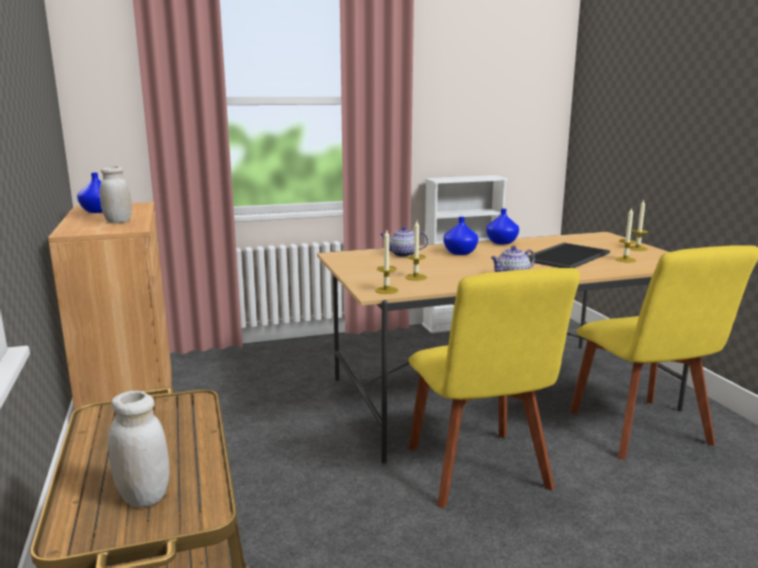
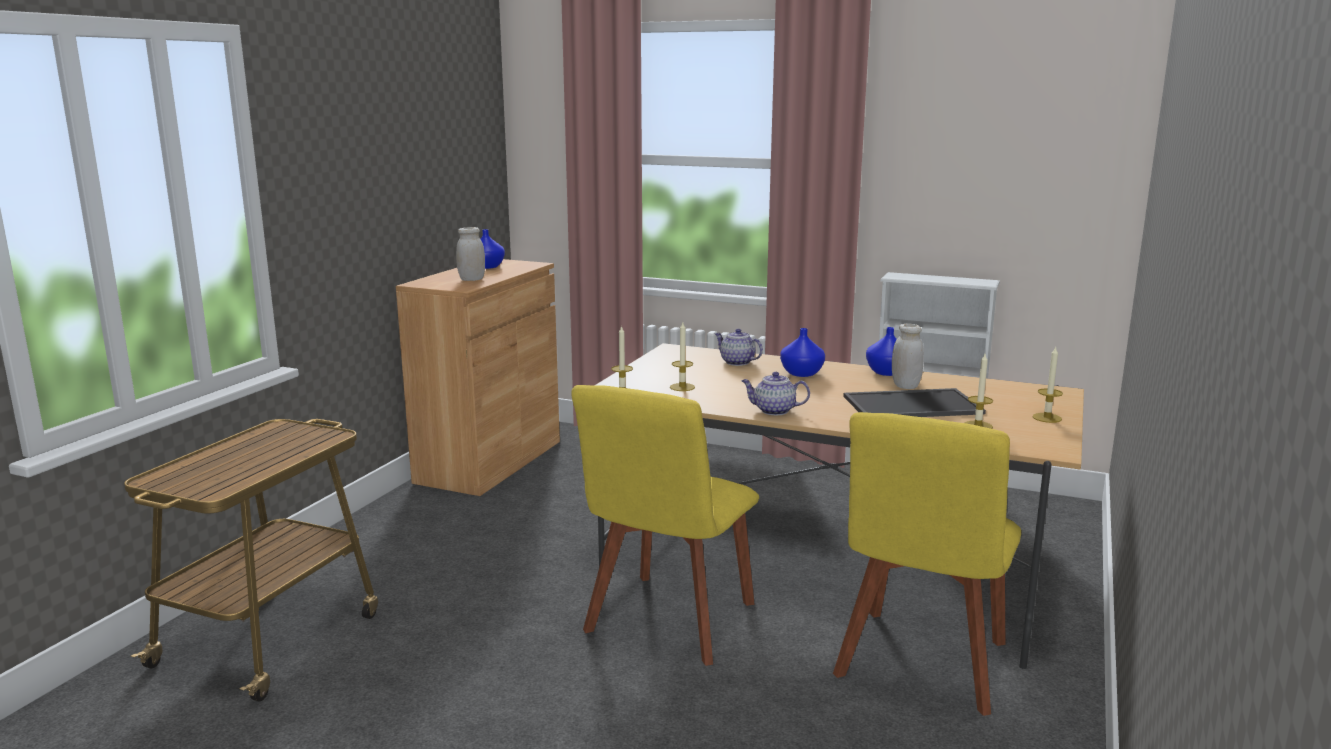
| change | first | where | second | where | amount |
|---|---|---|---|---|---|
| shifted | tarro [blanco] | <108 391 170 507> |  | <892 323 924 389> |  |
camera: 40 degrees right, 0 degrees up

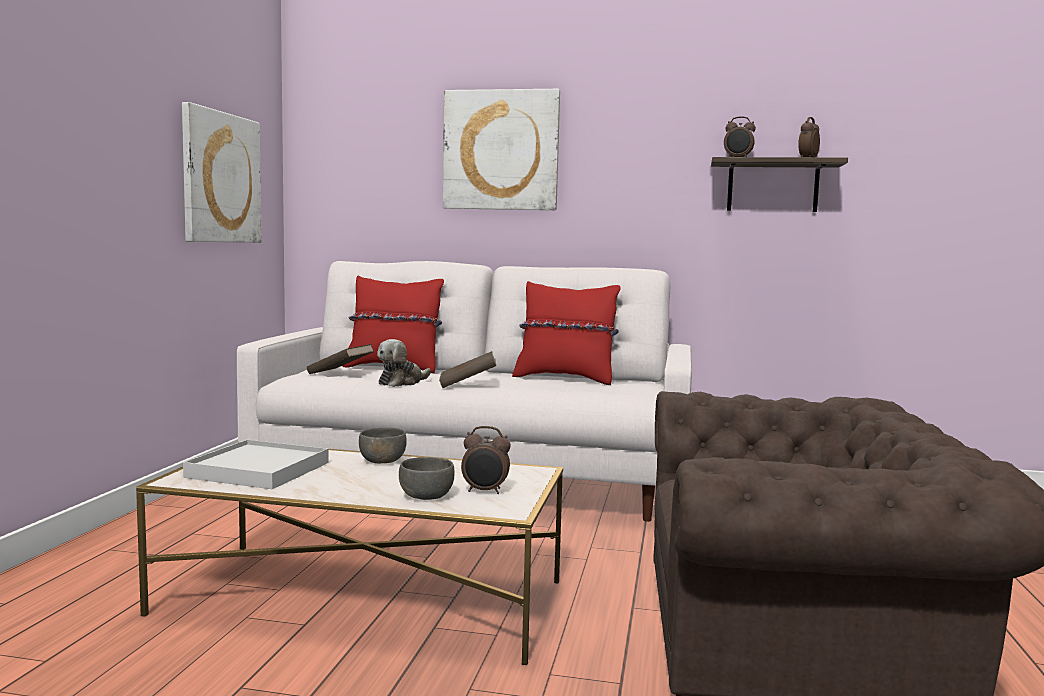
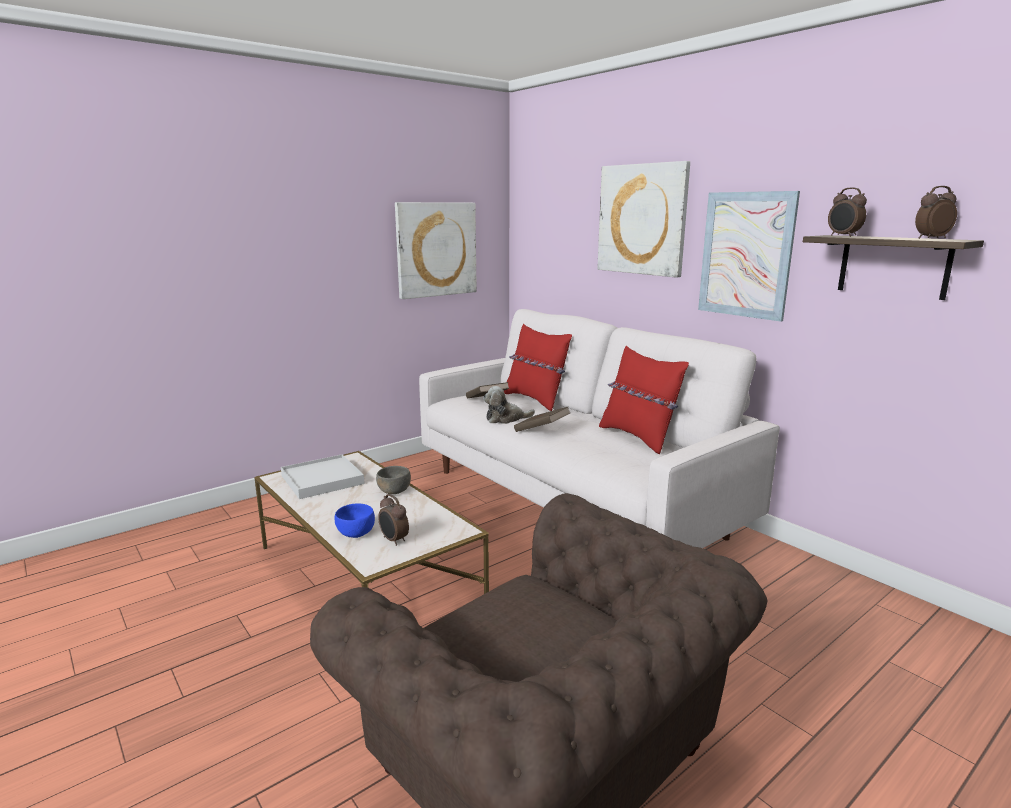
| change | first | where | second | where | amount |
|---|---|---|---|---|---|
| new |  |  | cuadro | <698 191 800 322> |  |
| repainted | cuenco [gris] | <399 457 454 500> | cuenco [azul] | <335 504 375 538> |  |
camera: 40 degrees right, 10 degrees up

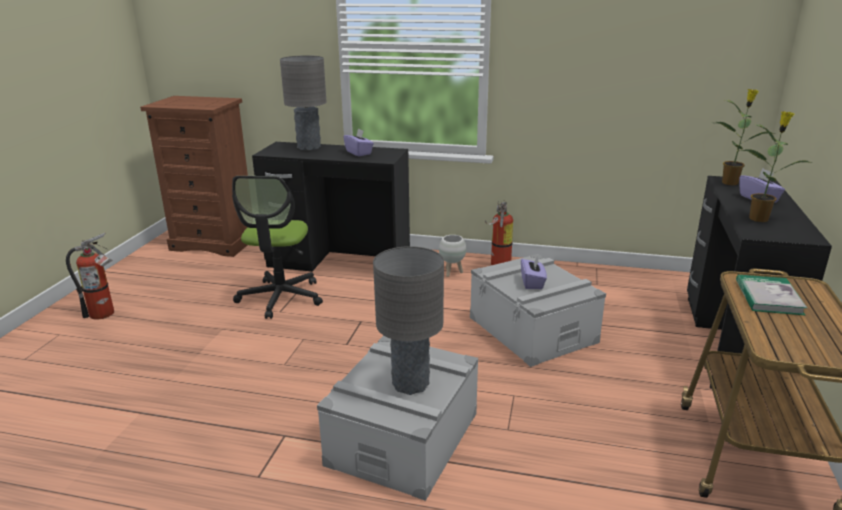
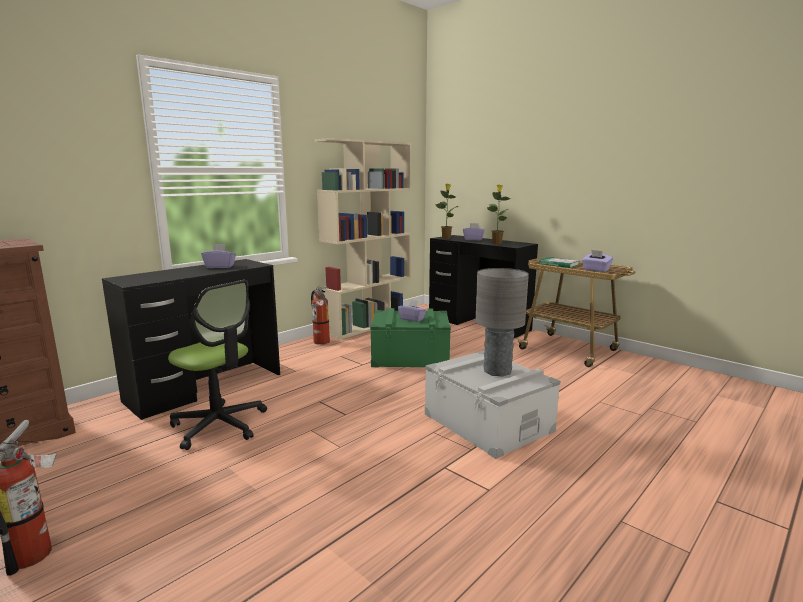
| change | first | where | second | where | amount |
|---|---|---|---|---|---|
| gone | lámpara de mesa [gris] | <280 55 326 151> |  |  |  |
| gone | maceta [blanco] | <439 235 466 277> |  |  |  |
| new |  |  | estantería [beis] | <315 138 411 340> |  |
| new |  |  | caja de pañuelos [morado] | <582 250 613 272> |  |
| repainted | caja de almacenaje [gris] | <470 254 606 367> | caja de almacenaje [verde] | <370 308 451 367> |  |
camera: 60 degrees left, 10 degrees down

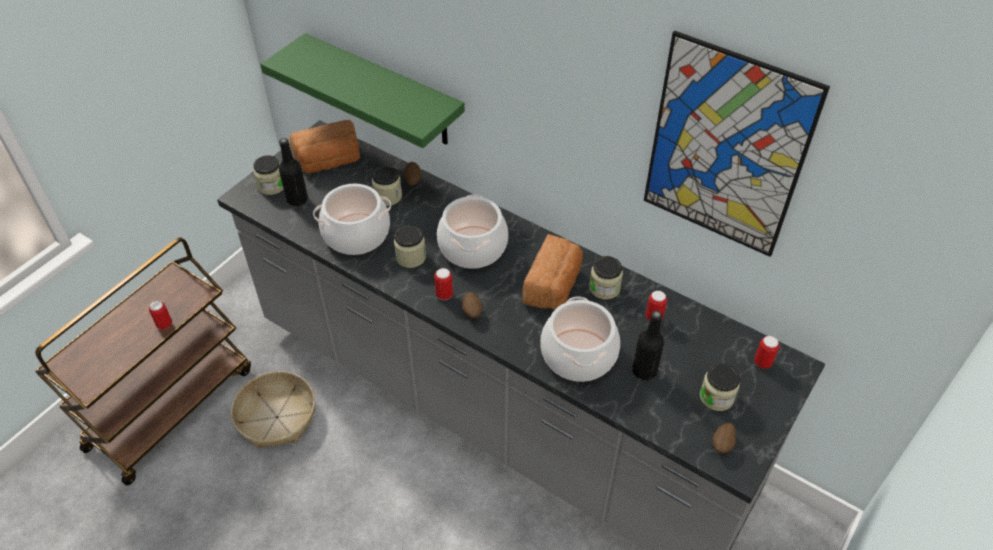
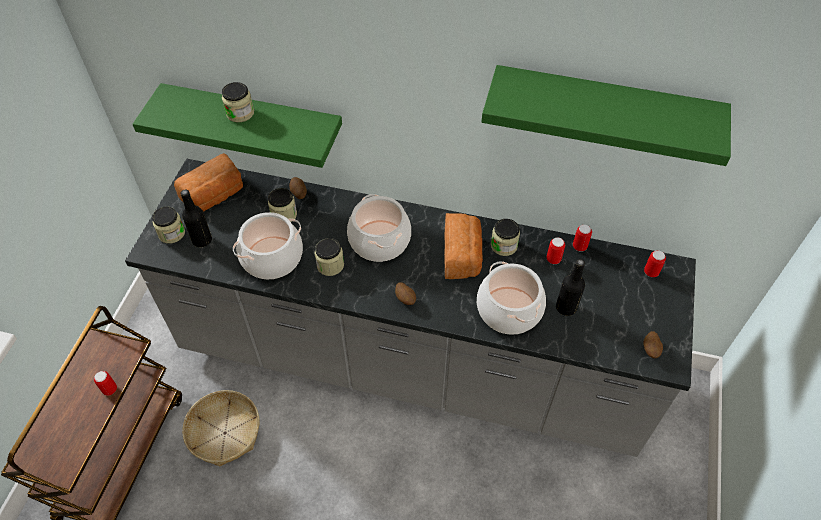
| change | first | where | second | where | amount |
|---|---|---|---|---|---|
| shifted | lata | <434 268 453 300> |  | <573 225 592 252> |  |
| shifted | tarro | <700 364 740 411> |  | <222 82 254 122> |  |
| swapped | cuadro | <644 31 830 257> | estante [verde] | <481 65 731 166> |  |
camera: 20 degrees left, 5 degrees up

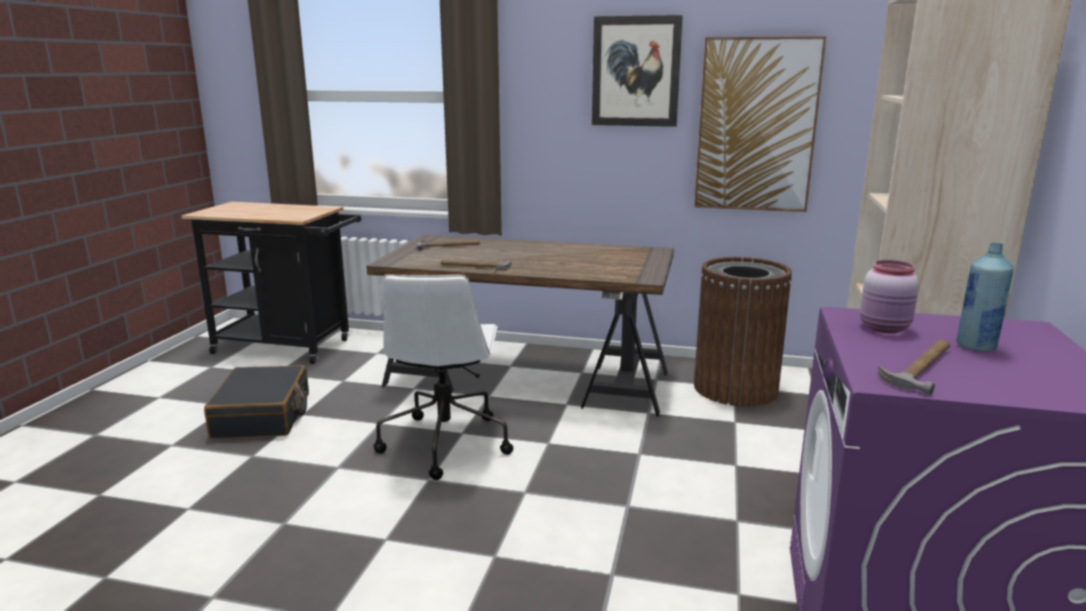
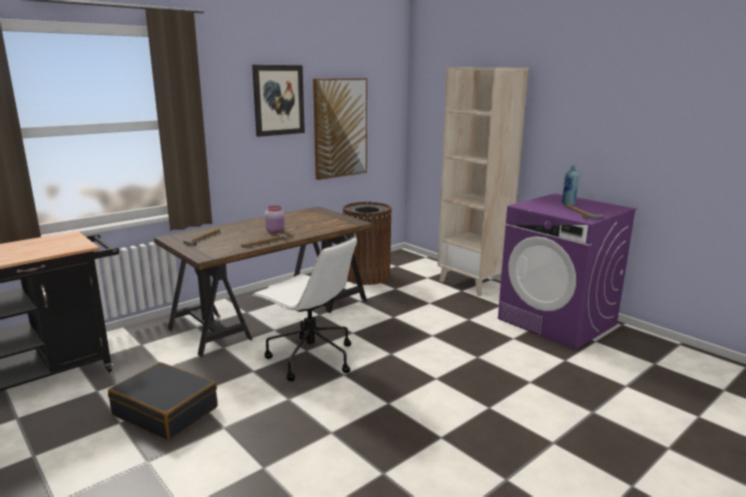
| change | first | where | second | where | amount |
|---|---|---|---|---|---|
| shifted | tarro [rosa] | <860 260 919 333> |  | <265 205 285 234> |  |
camera: 55 degrees left, 0 degrees up

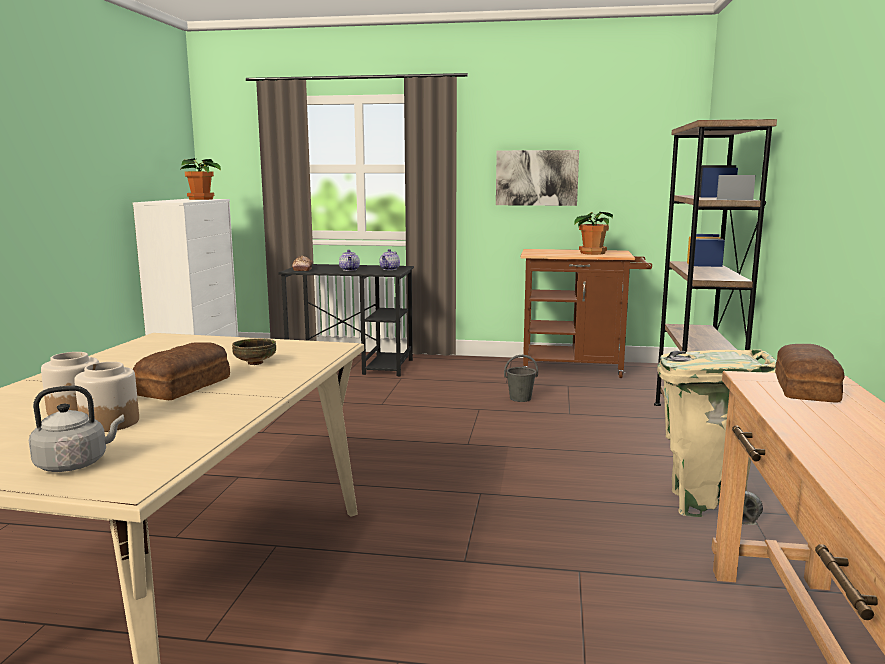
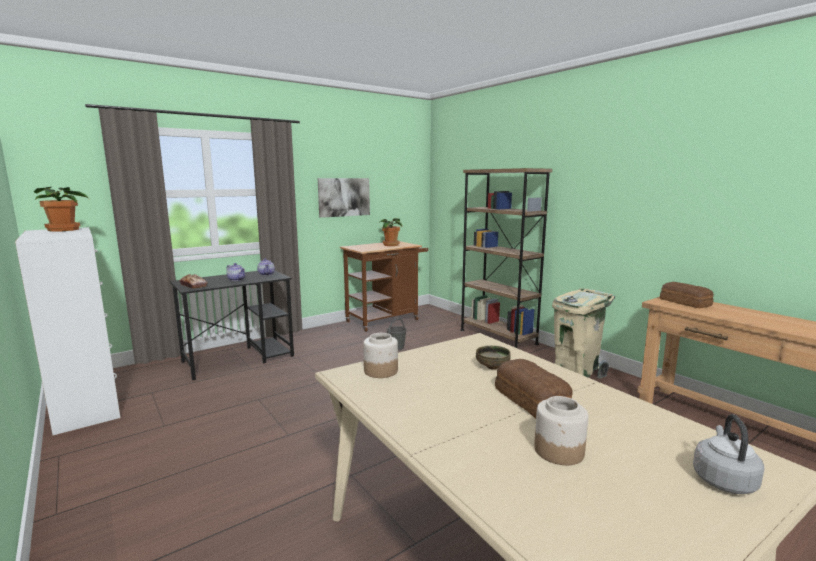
| change | first | where | second | where | amount |
|---|---|---|---|---|---|
| shifted | tarro | <74 362 139 432> |  | <363 333 398 378> |  |
camera: 45 degrees left, 0 degrees up

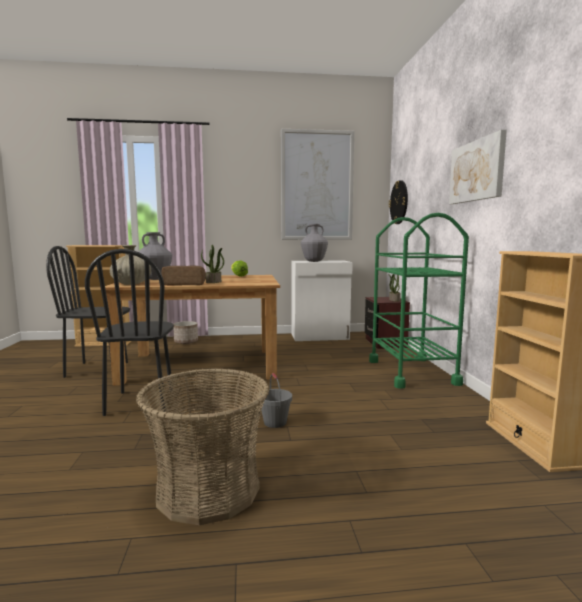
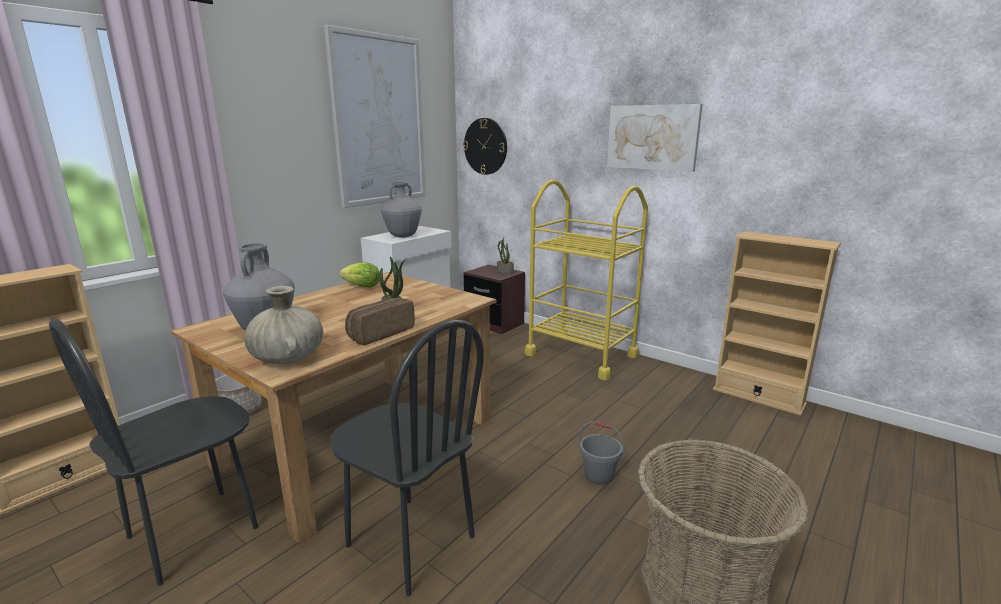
| change | first | where | second | where | amount |
|---|---|---|---|---|---|
| repainted | carrito [verde] | <369 213 469 389> | carrito [amarillo] | <525 180 648 380> |  |
camera: 45 degrees left, 10 degrees up

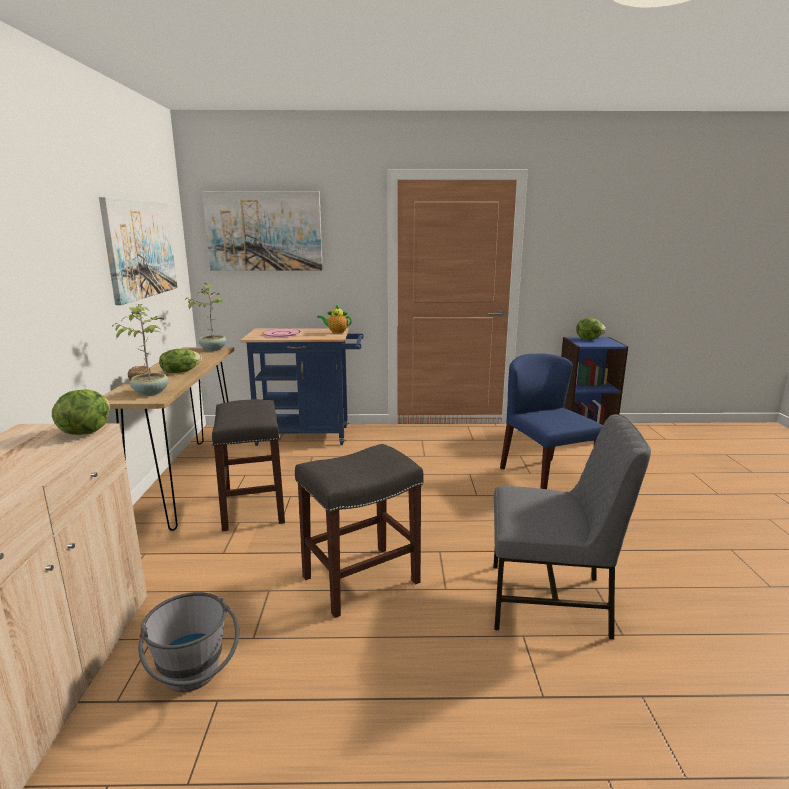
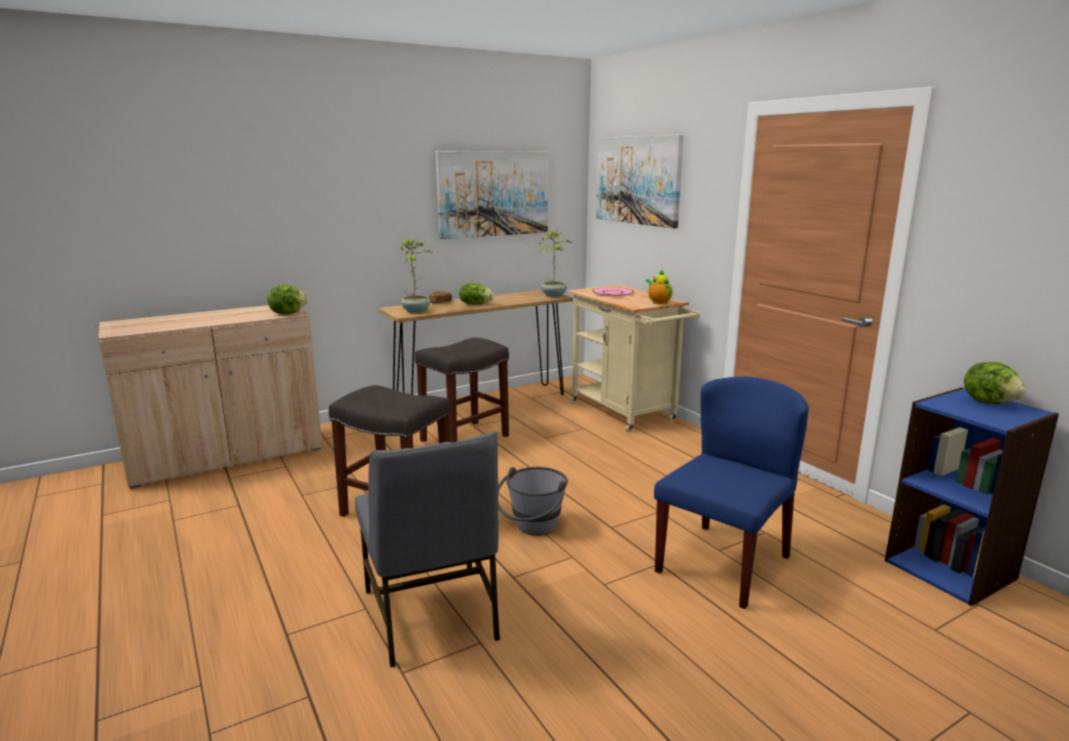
| change | first | where | second | where | amount |
|---|---|---|---|---|---|
| shifted | cubo [gris] | <138 592 239 692> |  | <498 467 568 536> |  |
| repainted | carrito [azul] | <240 328 363 446> | carrito [beis] | <568 285 700 433> |  |
camera: 60 degrees right, 0 degrees up

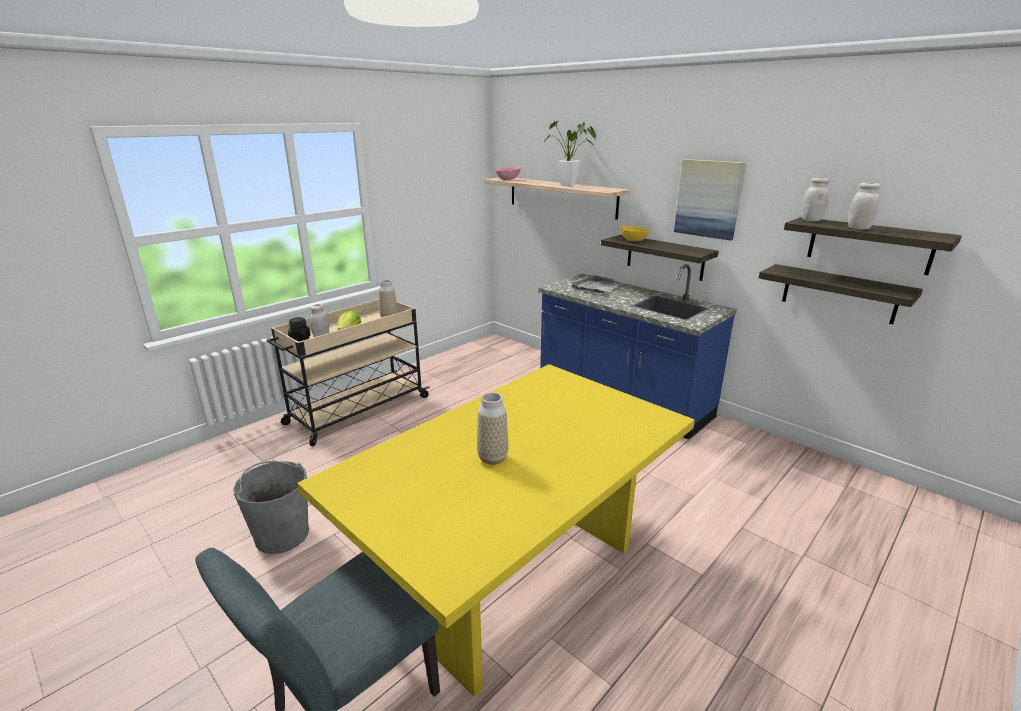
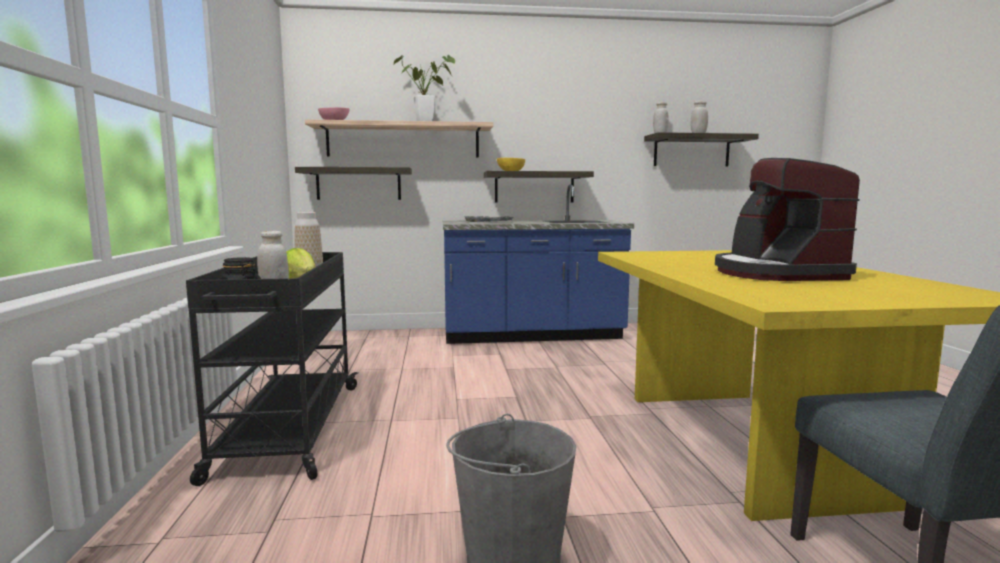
| change | first | where | second | where | amount |
|---|---|---|---|---|---|
| gone | cuadro | <674 159 746 241> |  |  |  |
| shifted | estante | <759 264 923 324> |  | <295 167 412 200> |  |
| swapped | florero | <477 392 508 465> | cafetera | <715 158 860 281> |  |
| repainted | carrito [beis] | <267 299 430 446> | carrito [negro] | <186 252 358 486> |  |
camera: 50 degrees left, 15 degrees down

